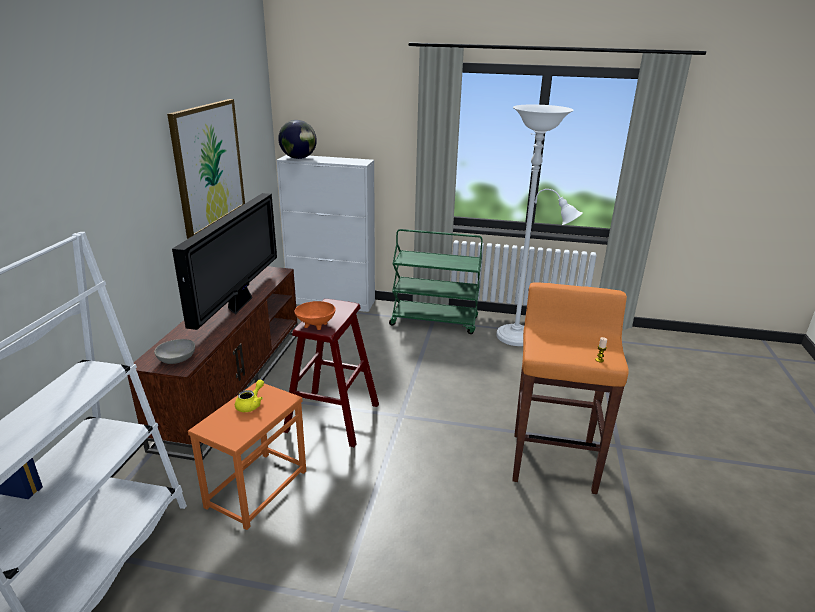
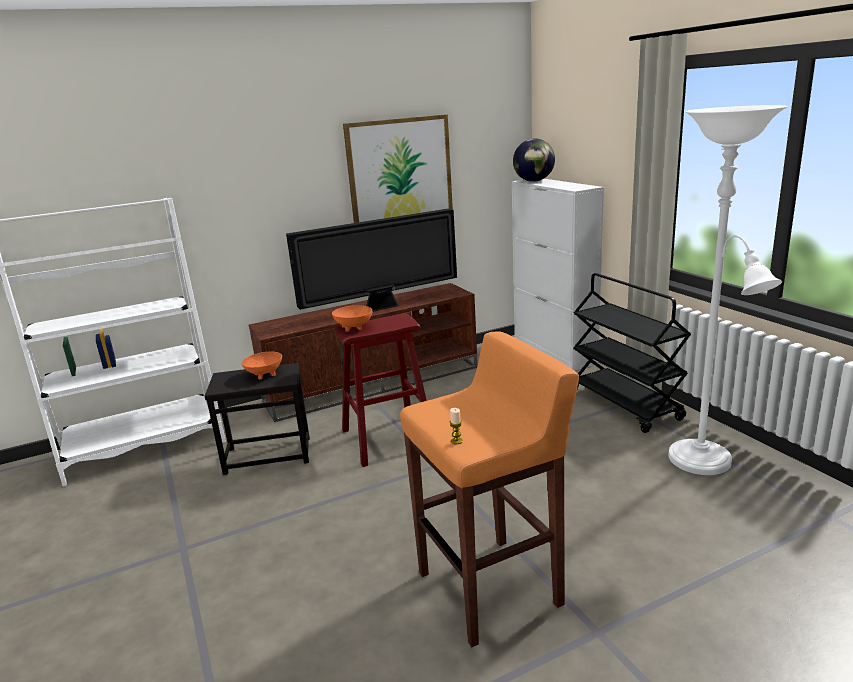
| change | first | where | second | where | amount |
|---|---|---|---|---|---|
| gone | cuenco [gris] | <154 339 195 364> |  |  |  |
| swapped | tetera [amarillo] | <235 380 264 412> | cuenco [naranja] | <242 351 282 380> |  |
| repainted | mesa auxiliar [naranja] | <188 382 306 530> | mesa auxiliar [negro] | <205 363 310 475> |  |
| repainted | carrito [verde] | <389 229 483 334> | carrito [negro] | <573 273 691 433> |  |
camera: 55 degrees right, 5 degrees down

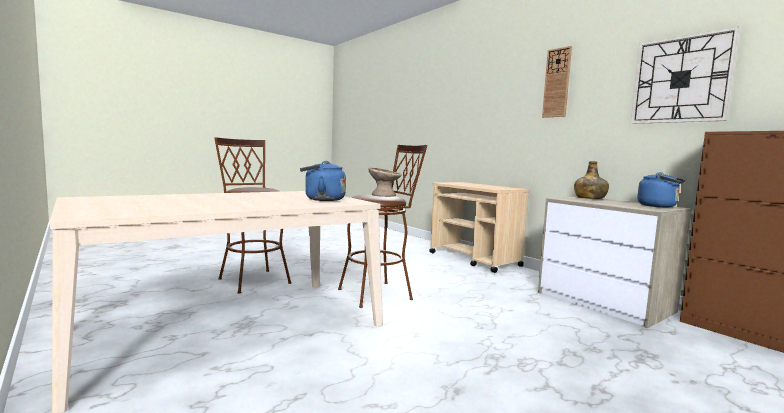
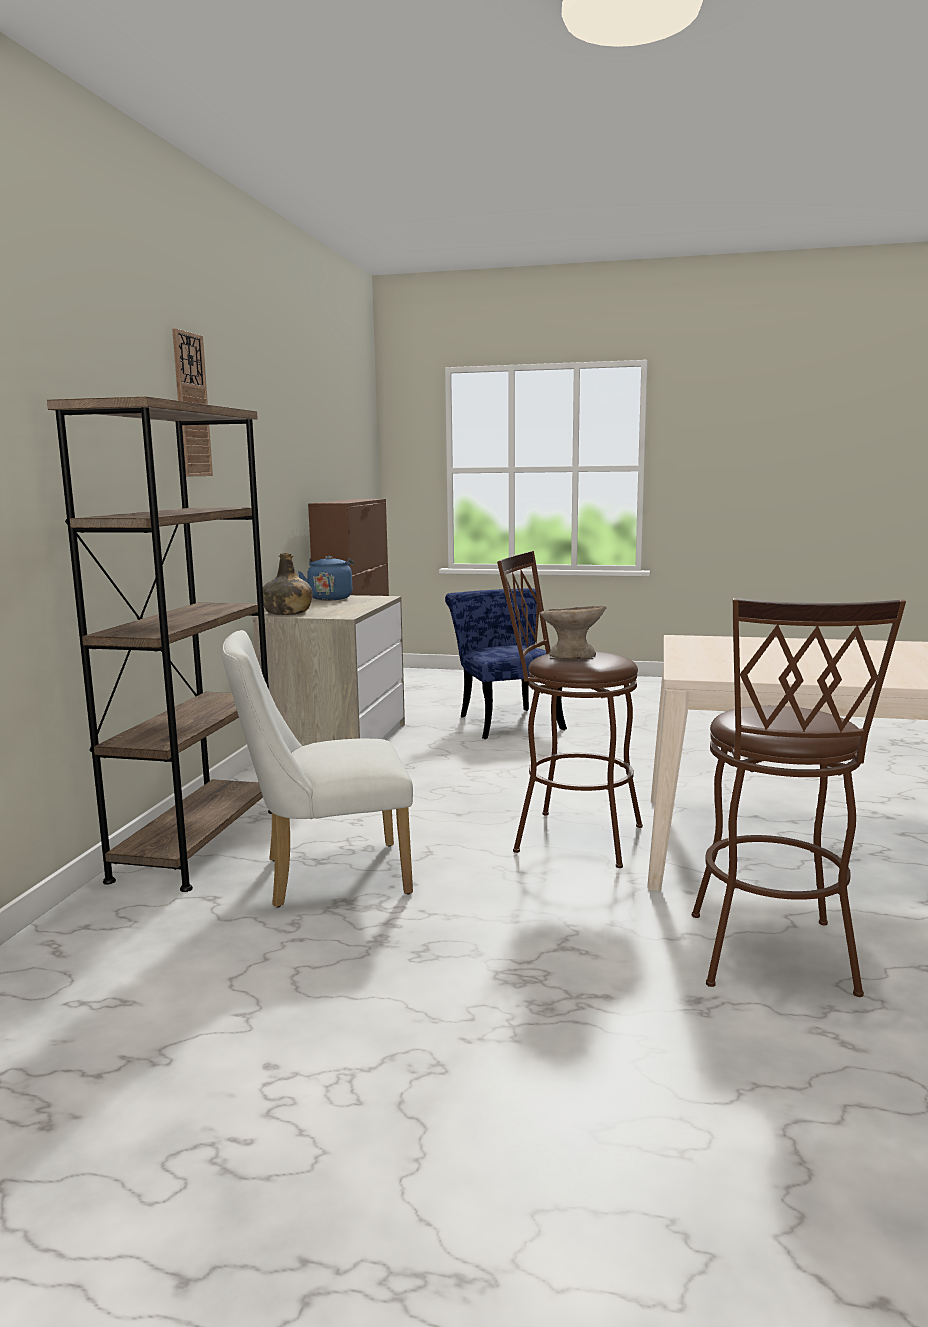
| change | first | where | second | where | amount |
|---|---|---|---|---|---|
| gone | hervidor [azul] | <300 161 346 201> |  |  |  |
| gone | reloj de pared | <630 26 740 124> |  |  |  |
| new |  |  | silla [blanco] | <222 630 413 908> |  |
| new |  |  | silla [azul] | <445 588 567 739> |  |
| swapped | carrito [beis] | <429 182 530 273> | estantería [marrón] | <47 396 272 892> |  |
camera: 130 degrees left, 5 degrees up

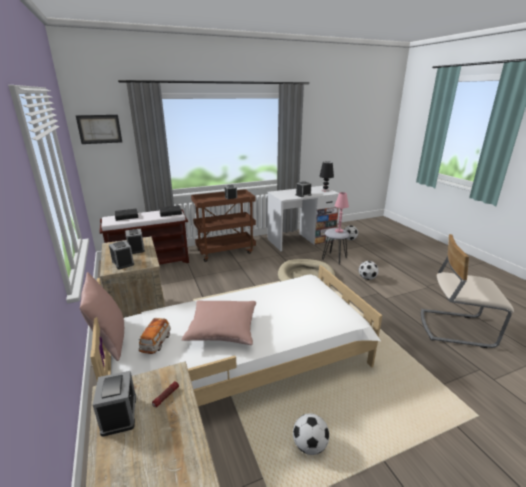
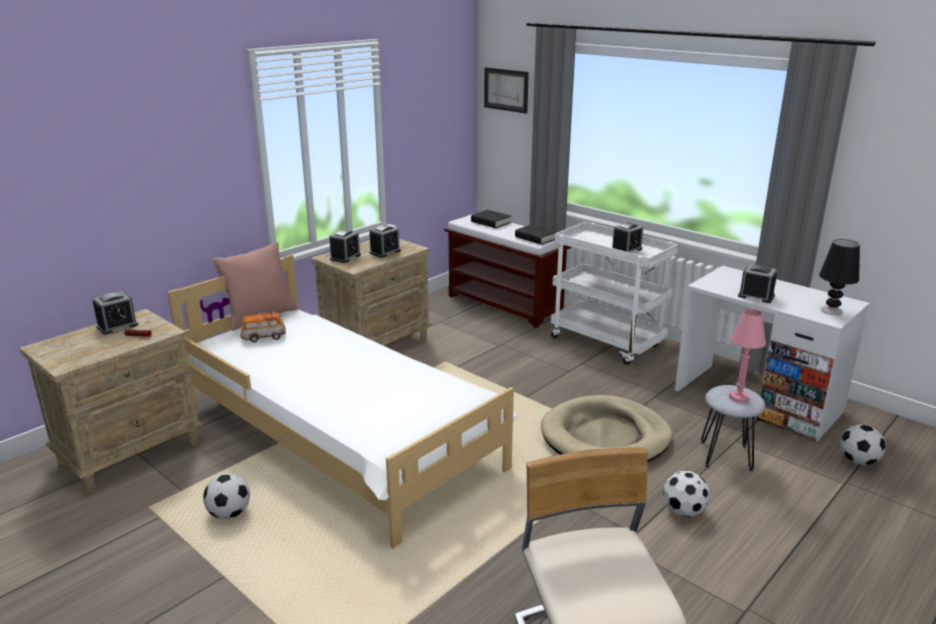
| change | first | where | second | where | amount |
|---|---|---|---|---|---|
| gone | cojín [rosa] | <181 300 256 345> |  |  |  |
| repainted | carrito [marrón] | <191 189 256 262> | carrito [blanco] | <551 222 678 365> |  |
camera: 65 degrees right, 0 degrees up

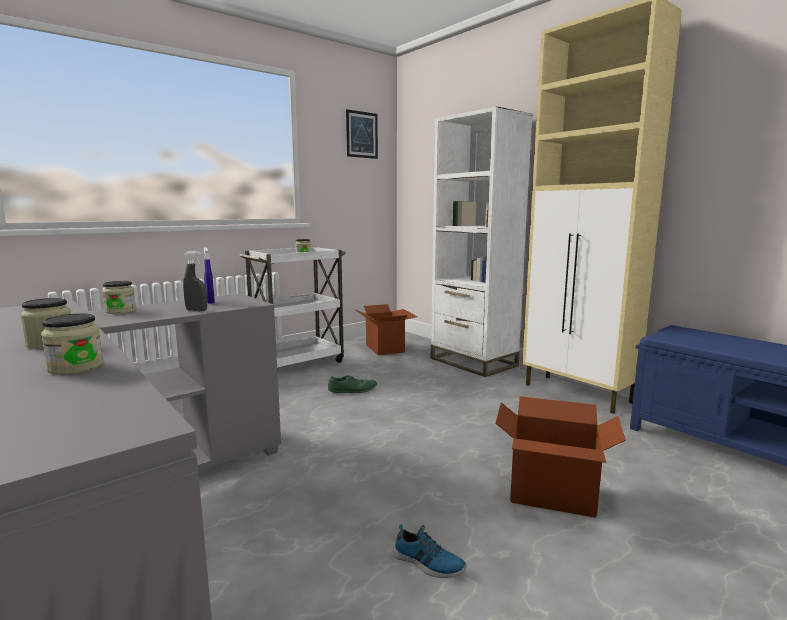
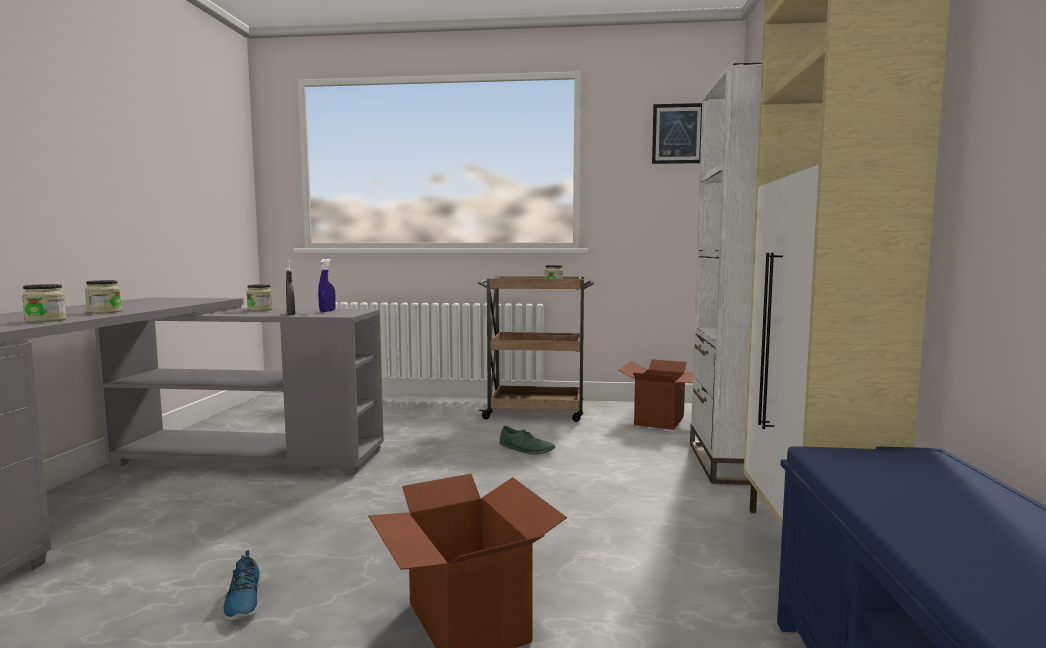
| change | first | where | second | where | amount |
|---|---|---|---|---|---|
| repainted | carrito [blanco] | <239 247 346 371> | carrito [marrón] | <478 276 594 422> |  |
camera: 45 degrees right, 5 degrees down

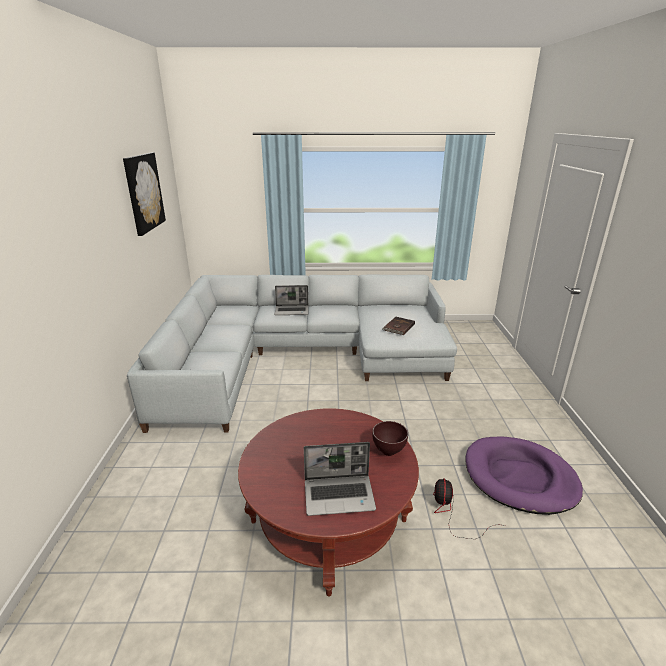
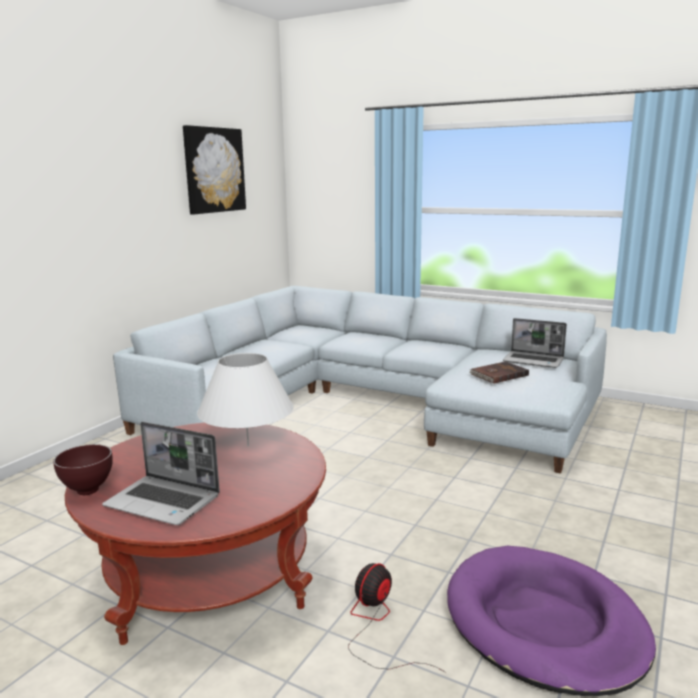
| change | first | where | second | where | amount |
|---|---|---|---|---|---|
| new |  |  | lámpara de mesa [blanco] | <197 353 294 446> |  |
| shifted | portátil | <274 285 309 315> |  | <503 318 567 368> |  |
| shifted | cuenco [marrón] | <372 421 408 456> |  | <53 444 113 495> |  |
camera: 30 degrees right, 10 degrees down

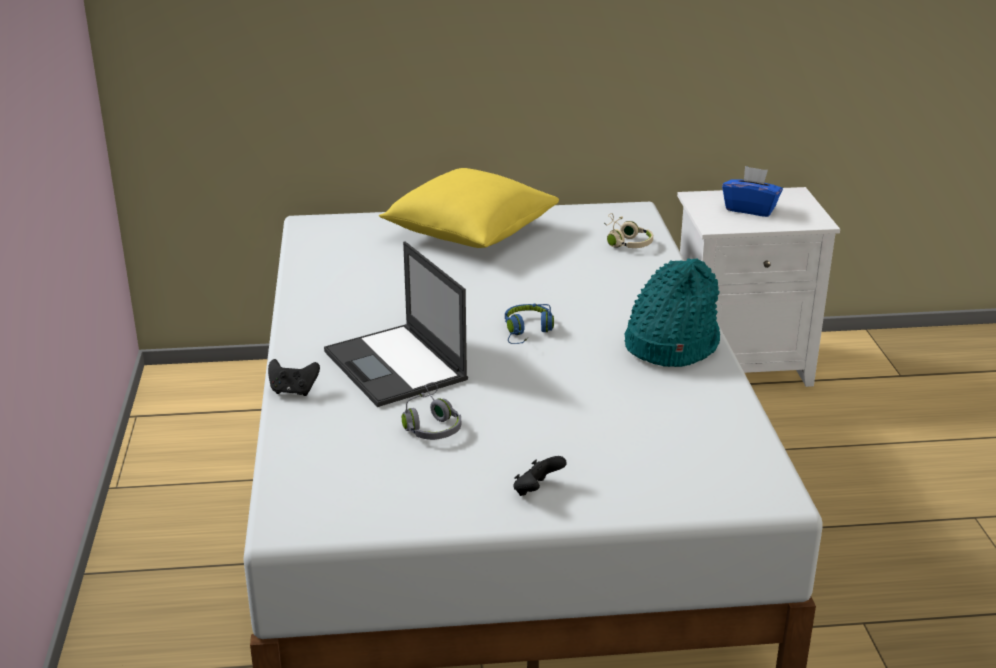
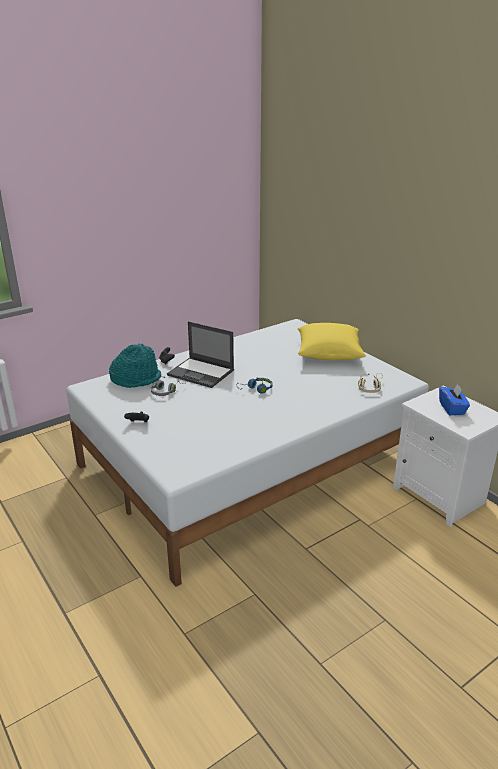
| change | first | where | second | where | amount |
|---|---|---|---|---|---|
| shifted | sombrero [turquesa] | <624 258 720 367> |  | <109 343 161 388> |  |
| rotated | portátil | <324 241 468 407> |  | <167 322 234 388> | 90 degrees counterclockwise |
camera: 60 degrees right, 0 degrees up

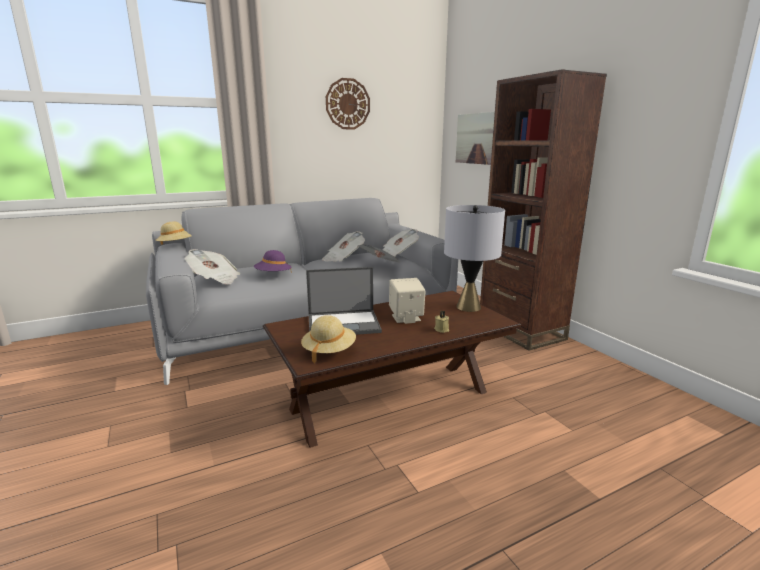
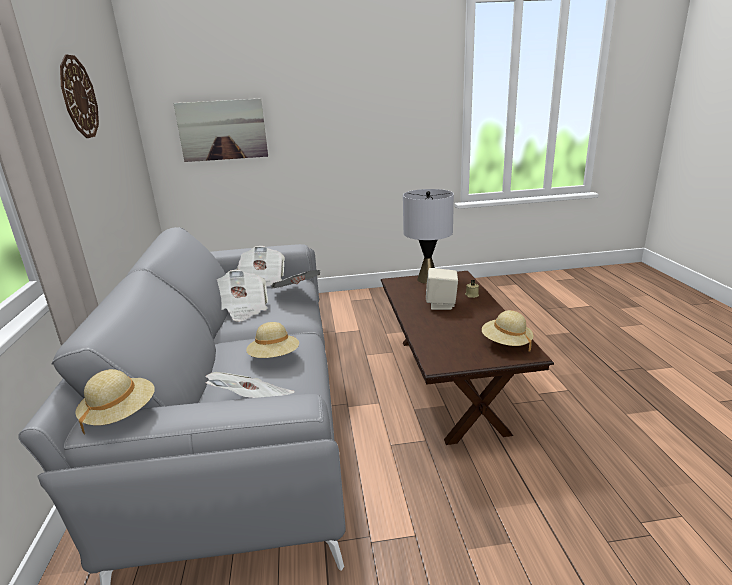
| change | first | where | second | where | amount |
|---|---|---|---|---|---|
| gone | portátil | <306 267 382 335> |  |  |  |
| gone | estantería [marrón] | <480 69 607 350> |  |  |  |
| repainted | sombrero [morado] | <254 250 292 273> | sombrero [beis] | <246 322 299 358> |  |
camera: 70 degrees left, 5 degrees up

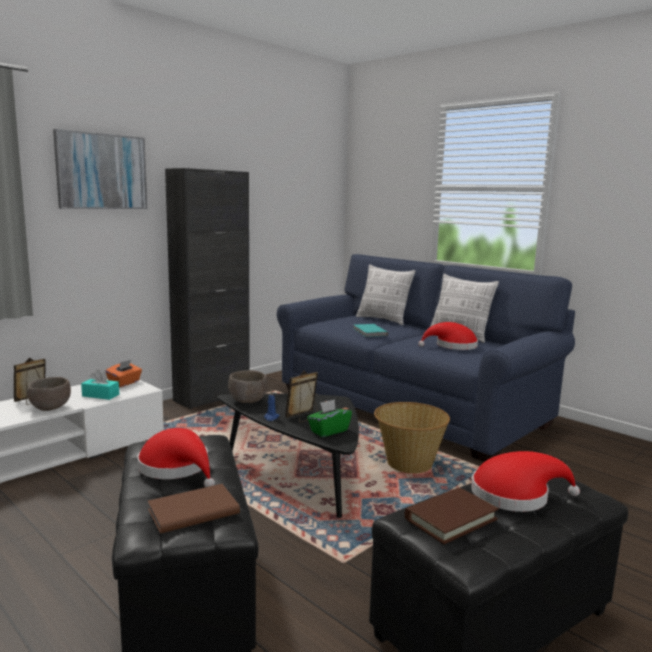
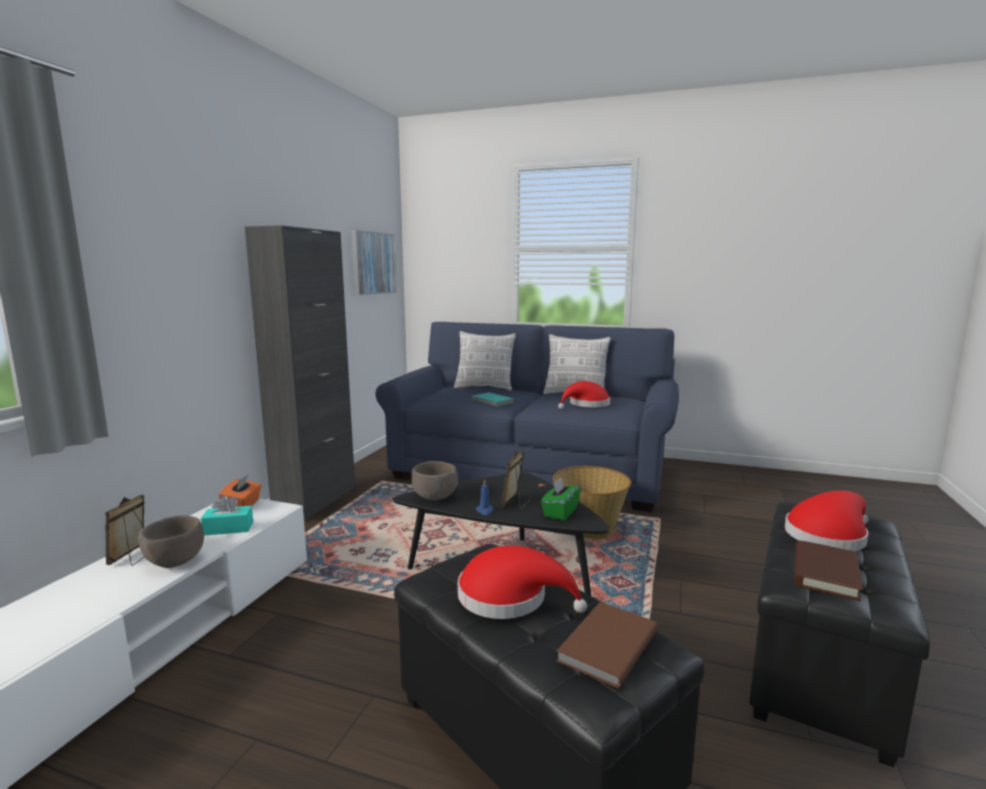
| change | first | where | second | where | amount |
|---|---|---|---|---|---|
| shifted | cuadro | <53 129 147 209> |  | <351 230 397 295> |  |
camera: 25 degrees left, 0 degrees up

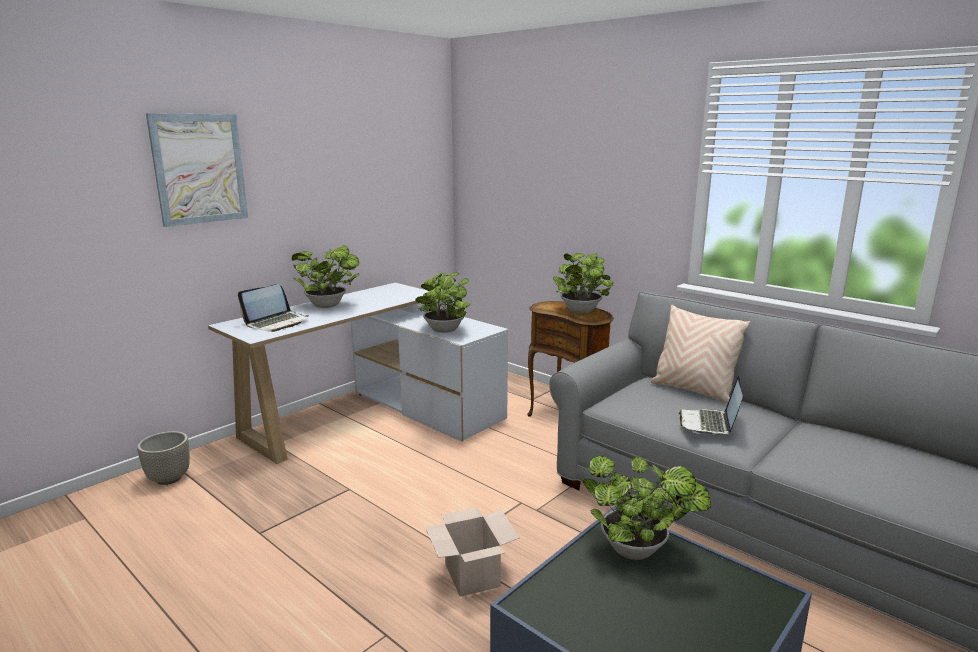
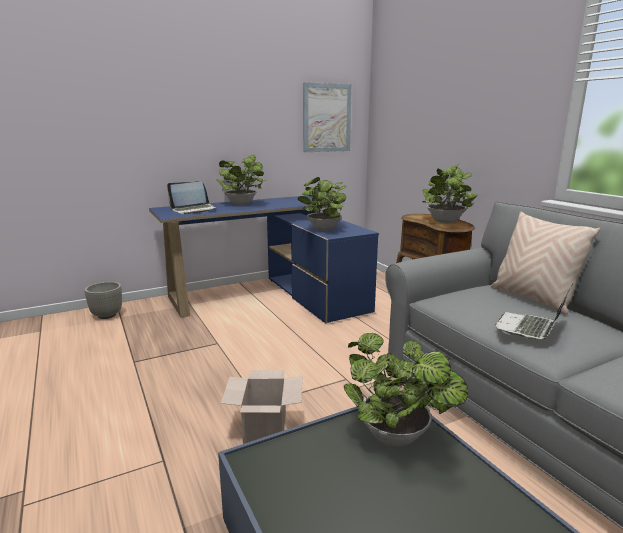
| change | first | where | second | where | amount |
|---|---|---|---|---|---|
| shifted | cuadro | <146 113 248 227> |  | <303 82 352 152> |  |
| repainted | escritorio [blanco] | <208 283 509 464> | escritorio [azul] | <149 196 379 324> |  |
camera: 20 degrees right, 0 degrees up

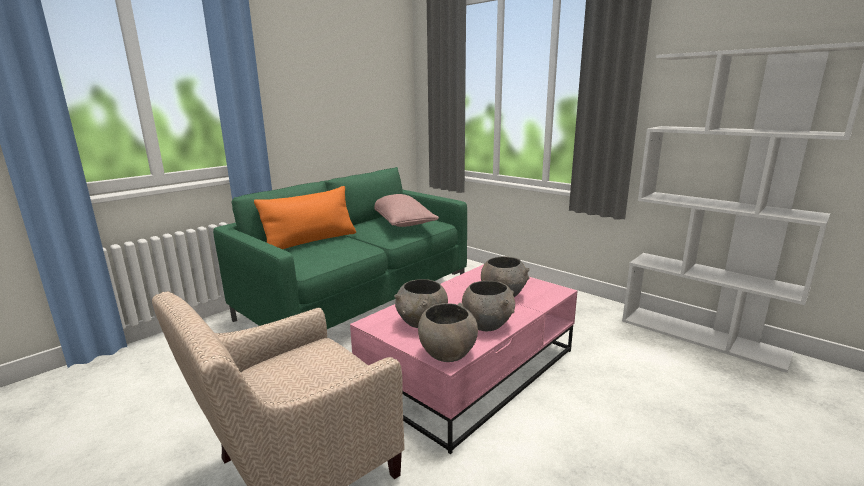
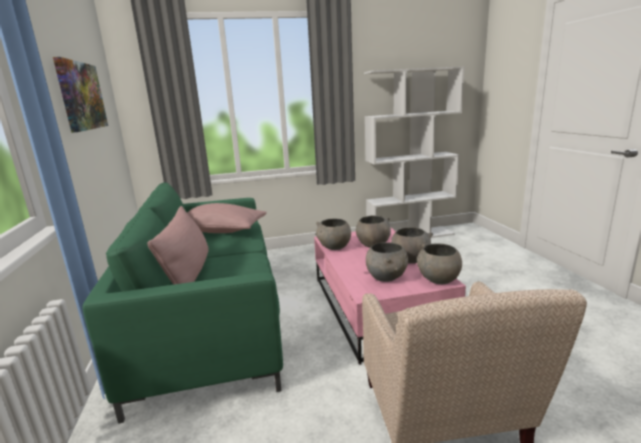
| change | first | where | second | where | amount |
|---|---|---|---|---|---|
| new |  |  | cuadro | <53 57 108 133> |  |
| new |  |  | cuenco [gris] | <315 219 351 250> |  |
| repainted | cojín [naranja] | <254 186 356 249> | cojín [rosa] | <147 206 209 285> |  |
camera: 55 degrees left, 0 degrees up

